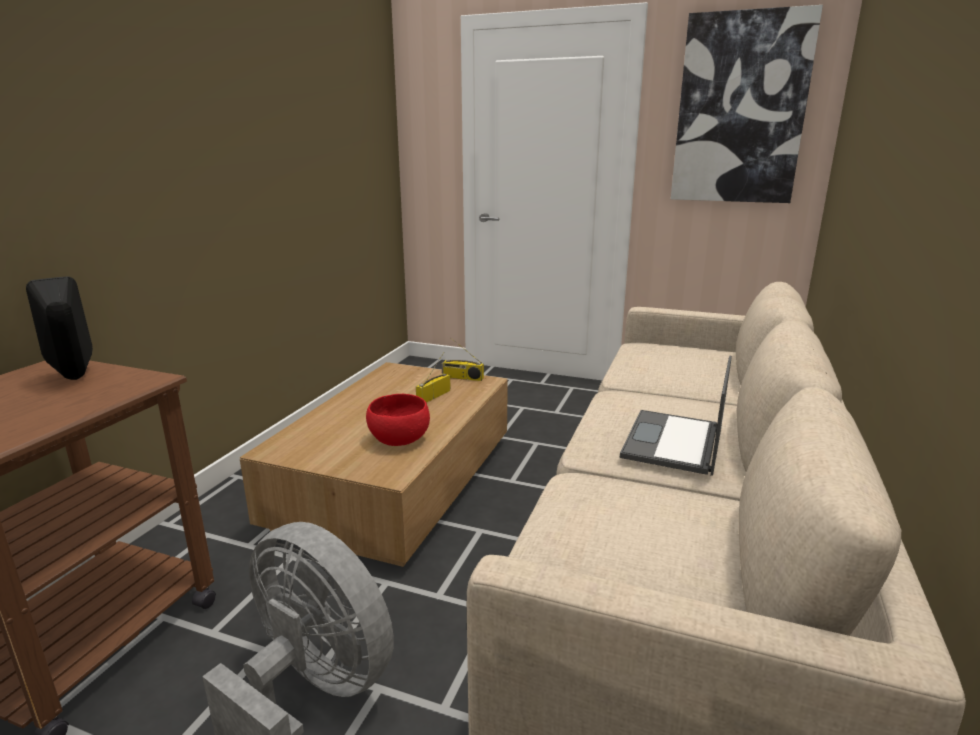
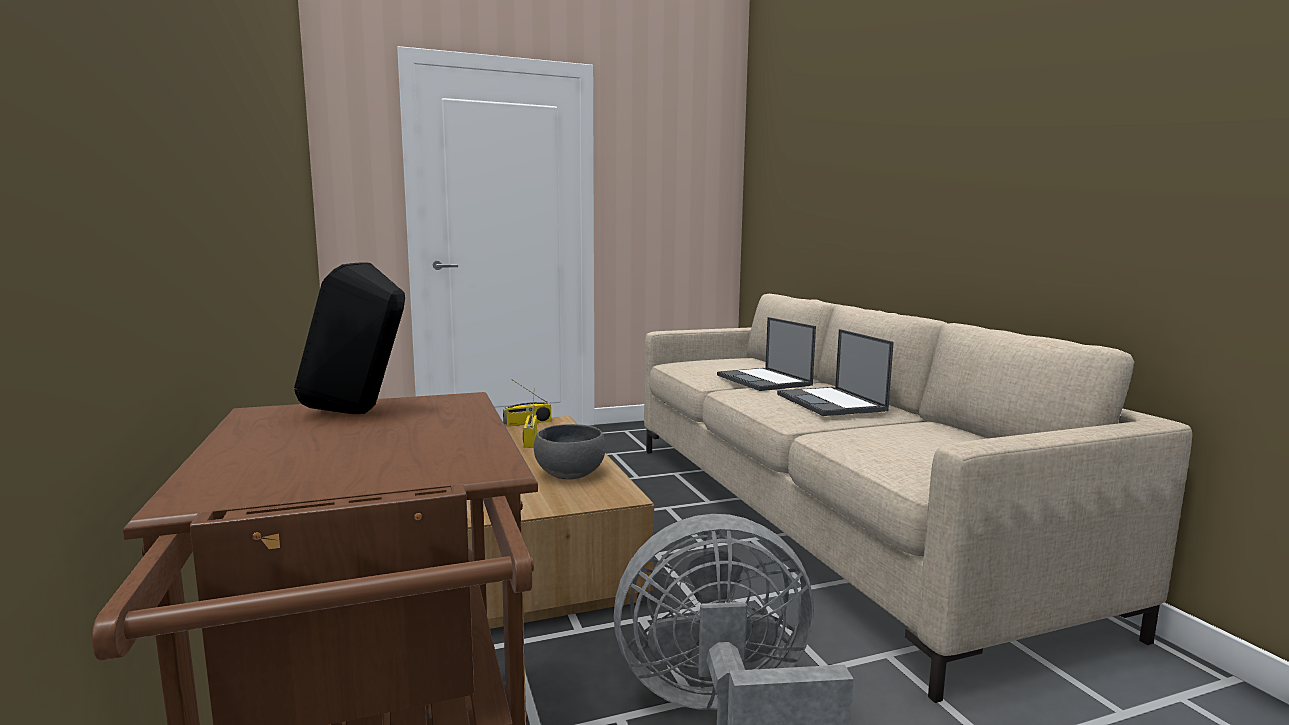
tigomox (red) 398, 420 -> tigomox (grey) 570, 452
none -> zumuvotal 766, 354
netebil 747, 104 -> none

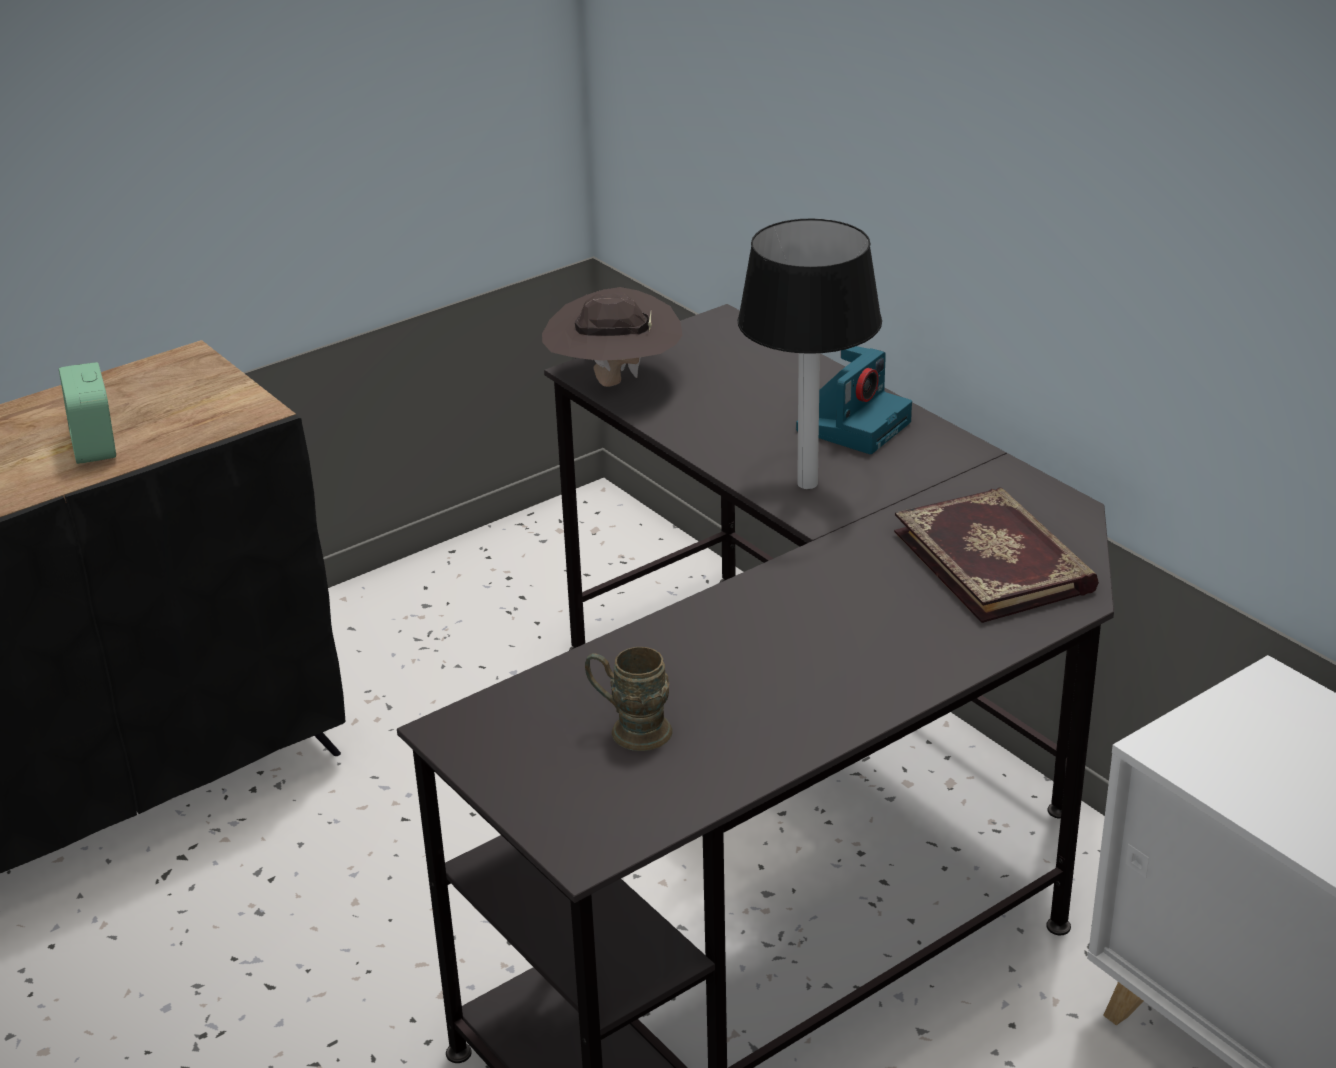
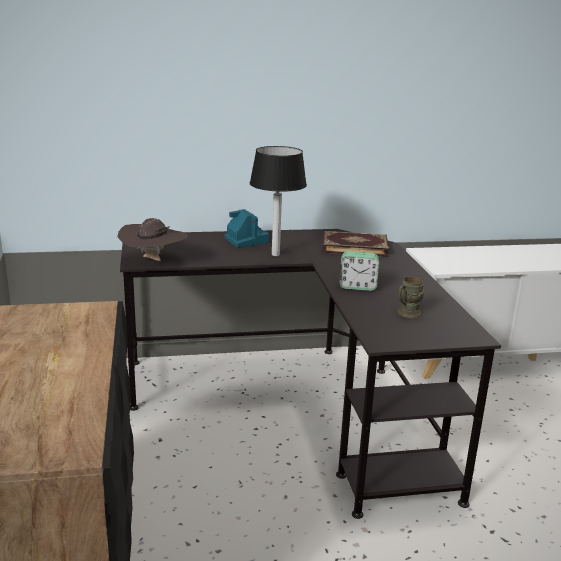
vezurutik 87, 413 -> vezurutik 359, 271, move

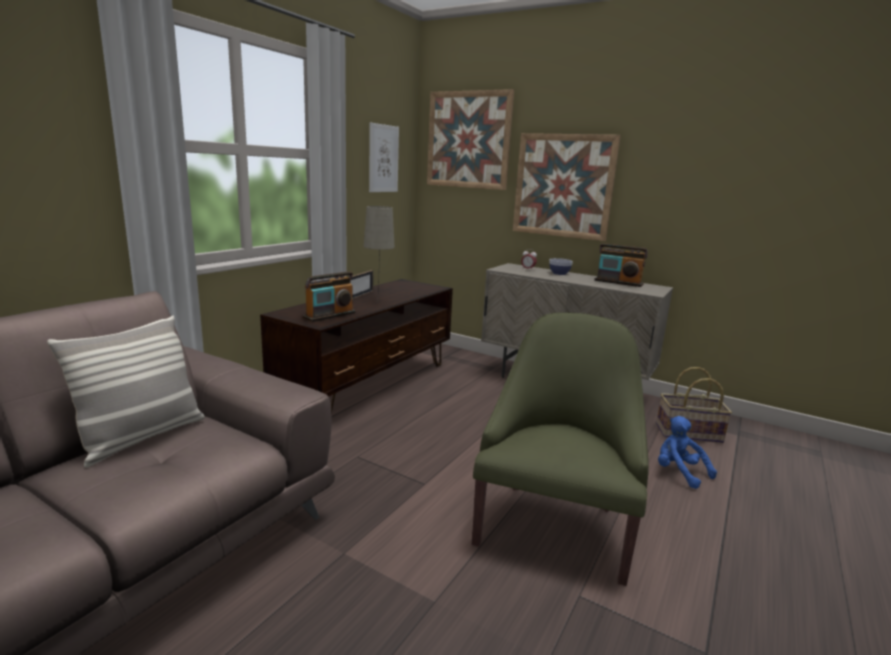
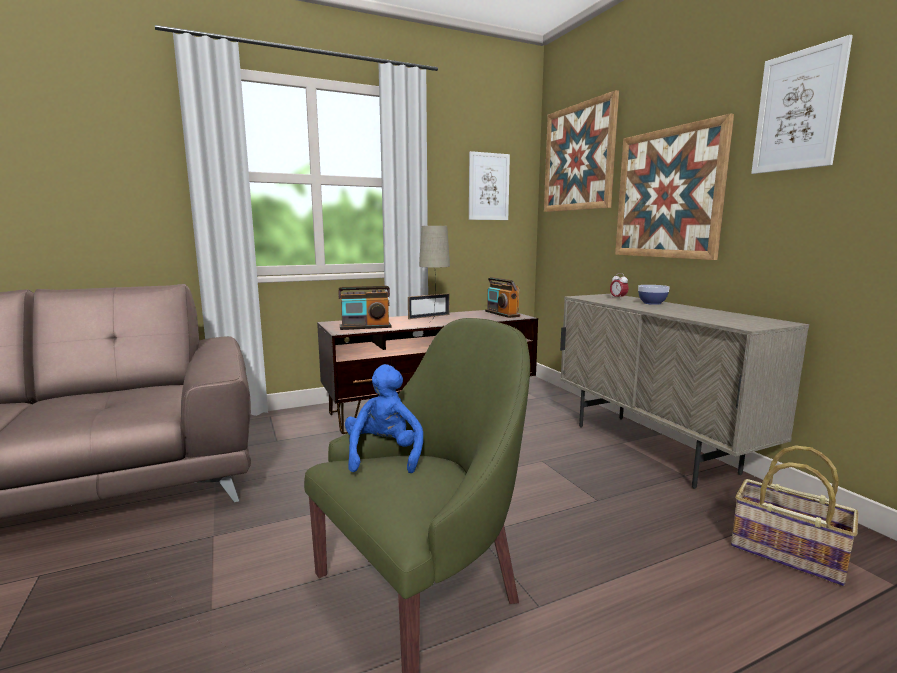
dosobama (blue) 687, 452 -> dosobama (blue) 384, 418, move
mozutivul 621, 265 -> mozutivul 502, 297, move
none -> netebil 802, 104
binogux 126, 392 -> none

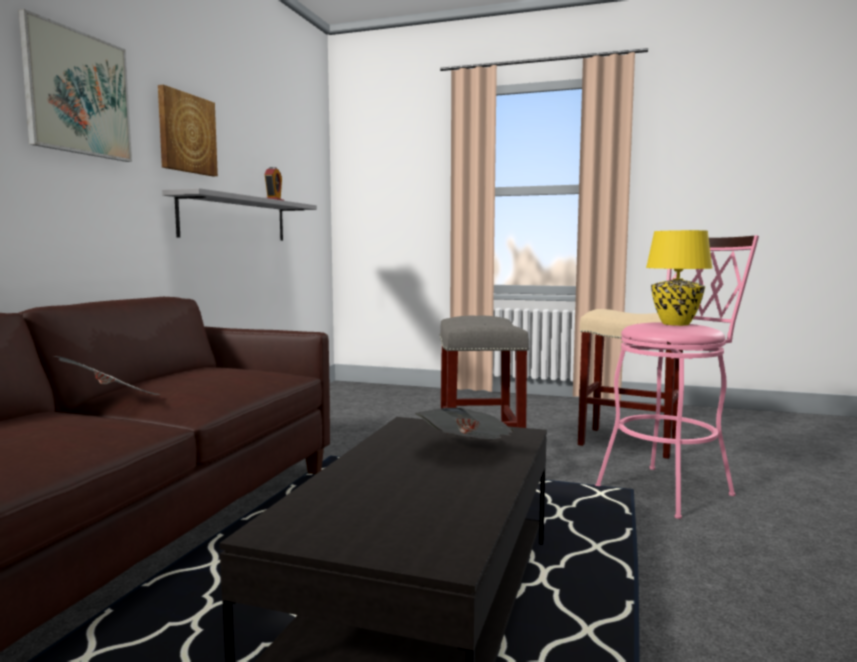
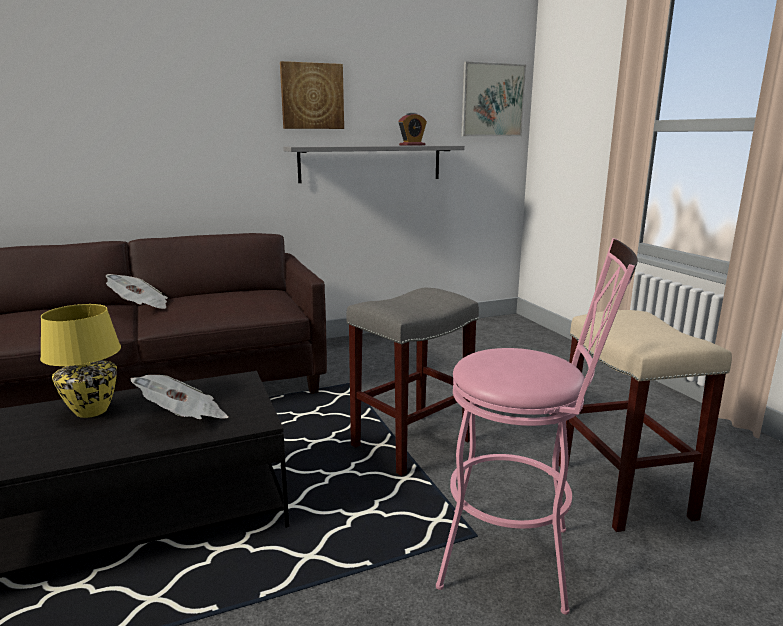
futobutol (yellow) 679, 278 -> futobutol (yellow) 80, 361, move
netebil 75, 85 -> netebil 493, 99, move

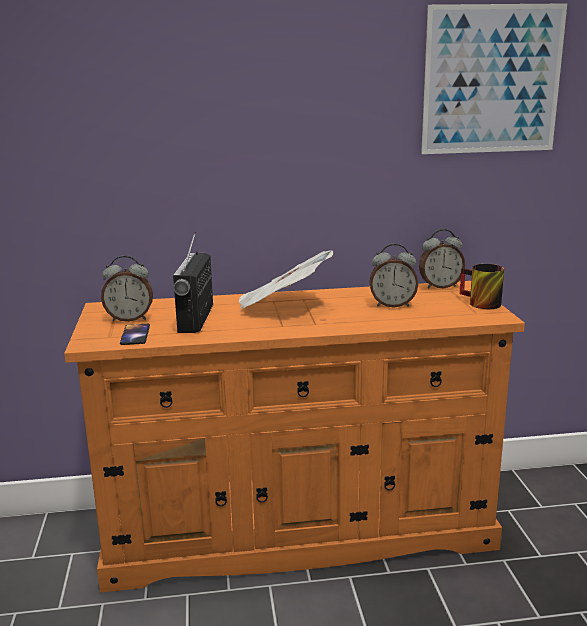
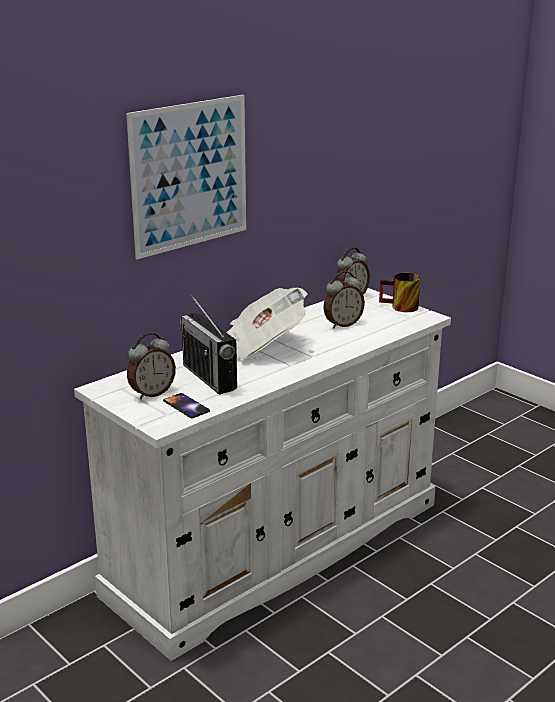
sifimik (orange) 294, 437 -> sifimik (white) 262, 474
netebil 494, 78 -> netebil 186, 177, move

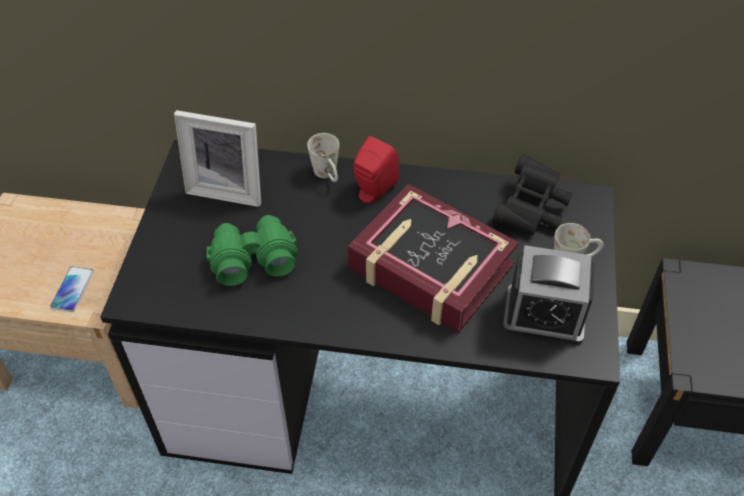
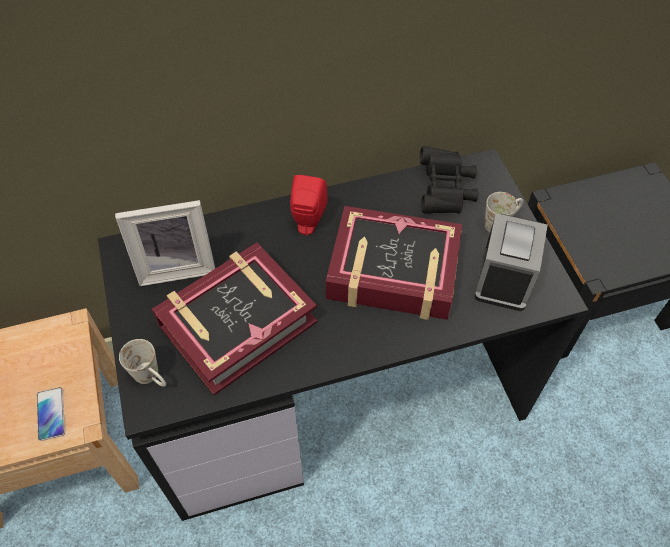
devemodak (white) 323, 157 -> devemodak (white) 142, 363, move
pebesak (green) 252, 250 -> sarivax 235, 319
vezurutik 548, 295 -> vezurutik 511, 262, 60 degrees counterclockwise

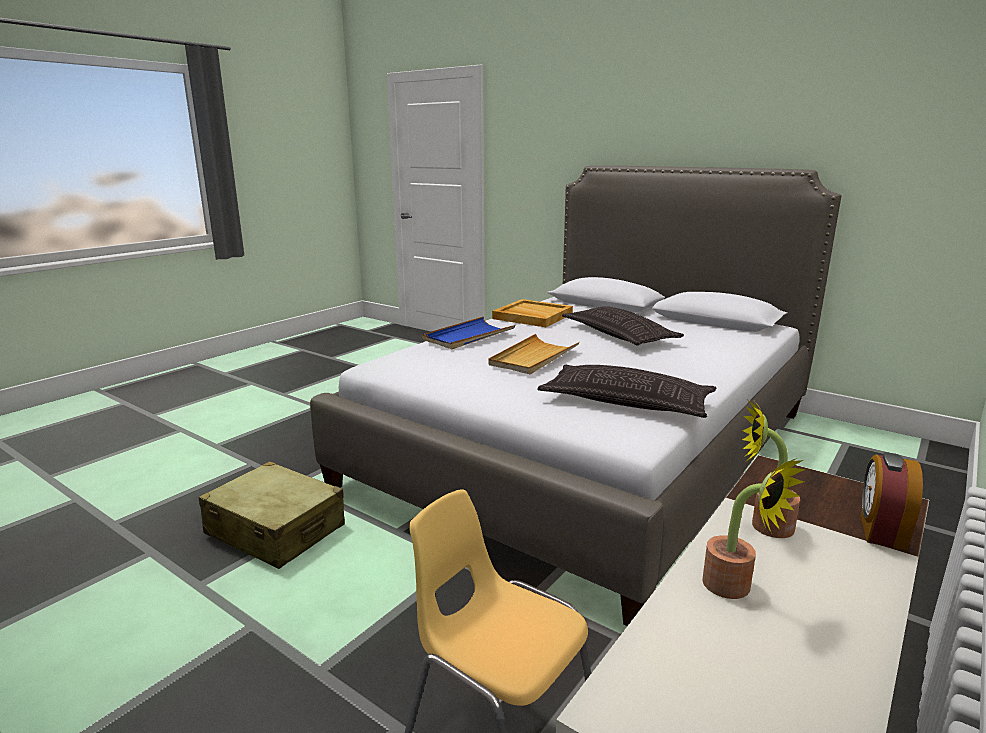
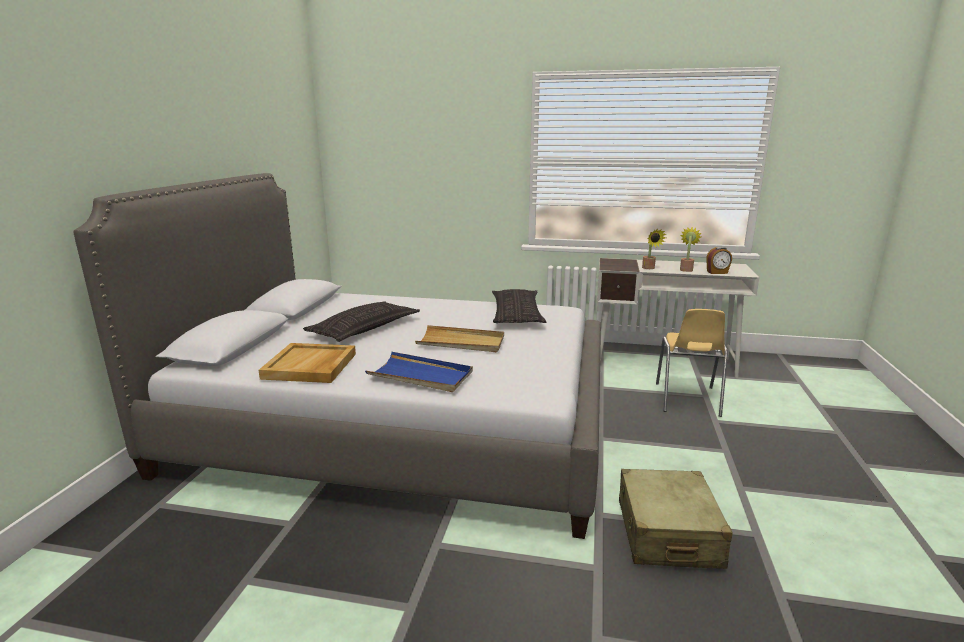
vezurutik 892, 501 -> vezurutik 719, 260, move

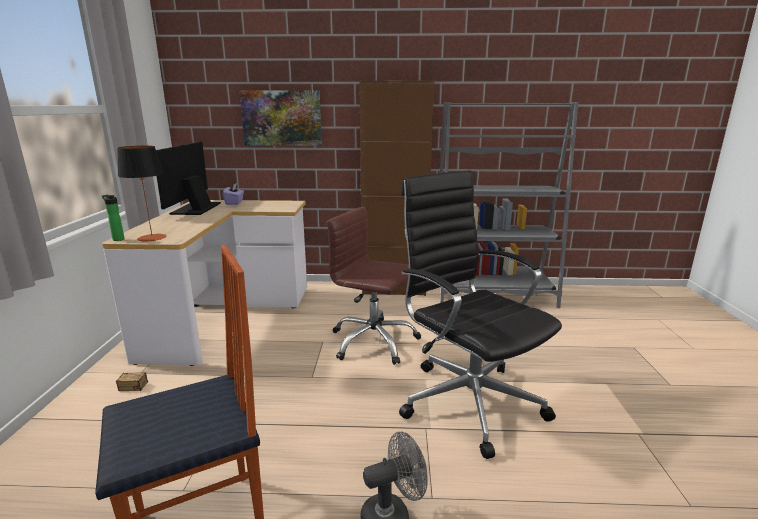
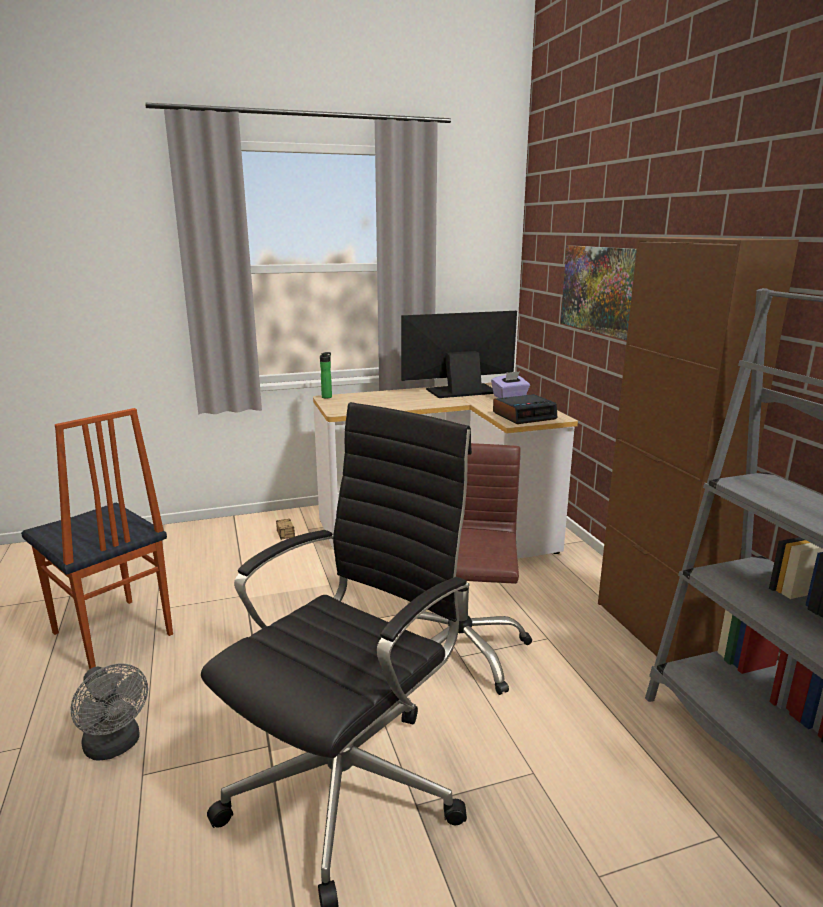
none -> vezurutik 525, 409
futobutol 141, 193 -> none

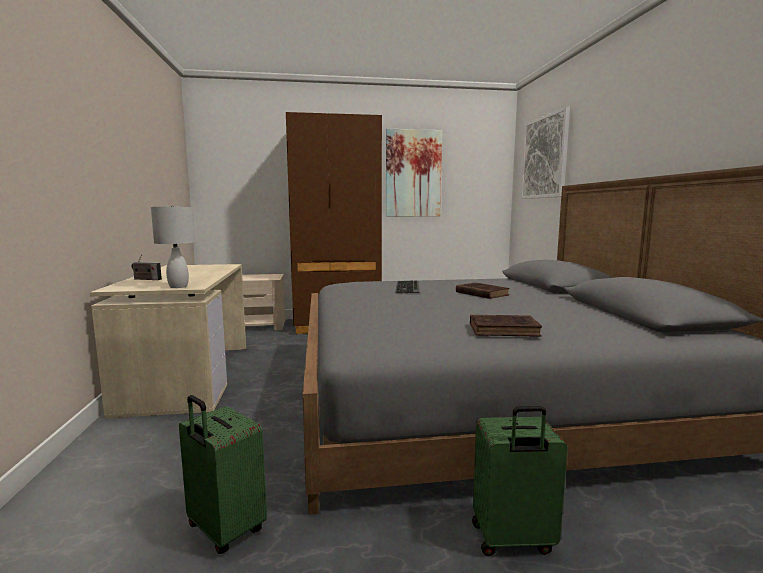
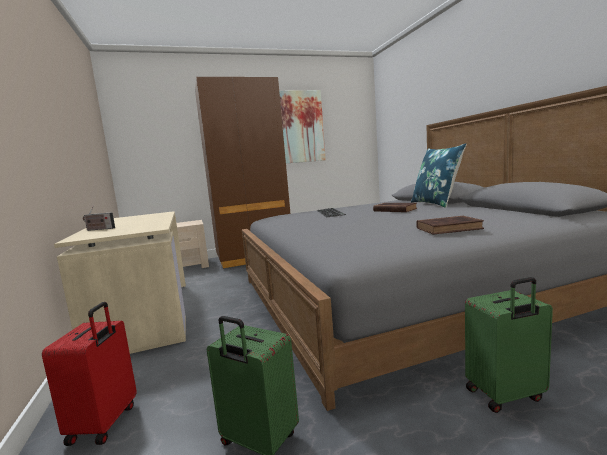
none -> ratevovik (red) 89, 374
none -> binogux (blue) 439, 176
futobutol (white) 173, 247 -> none
netebil 545, 152 -> none

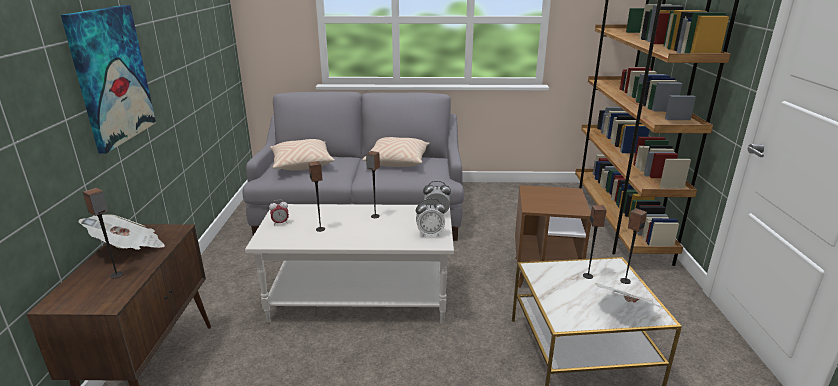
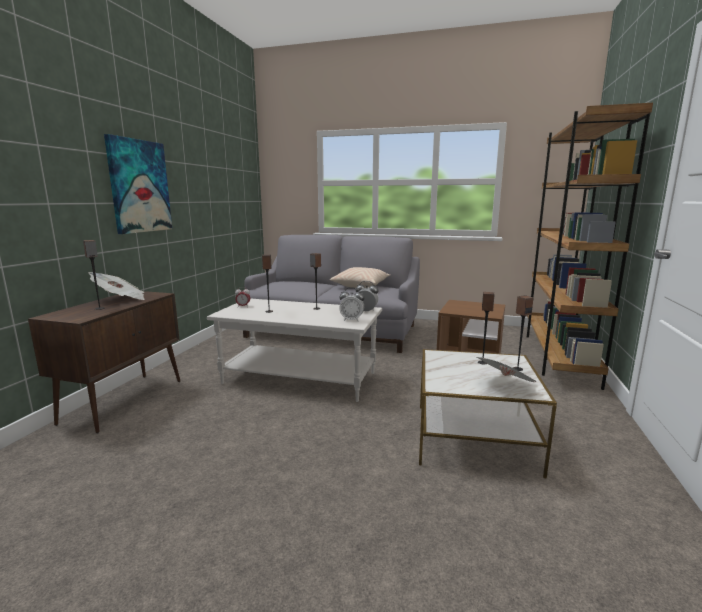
binogux (beige) 302, 154 -> none

